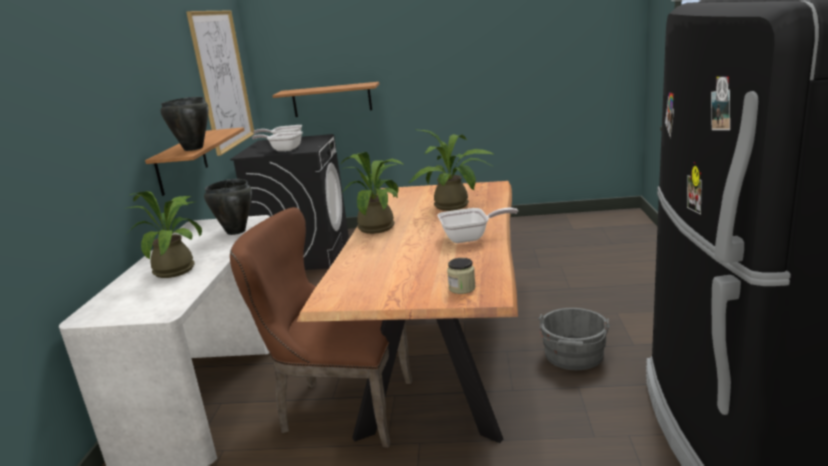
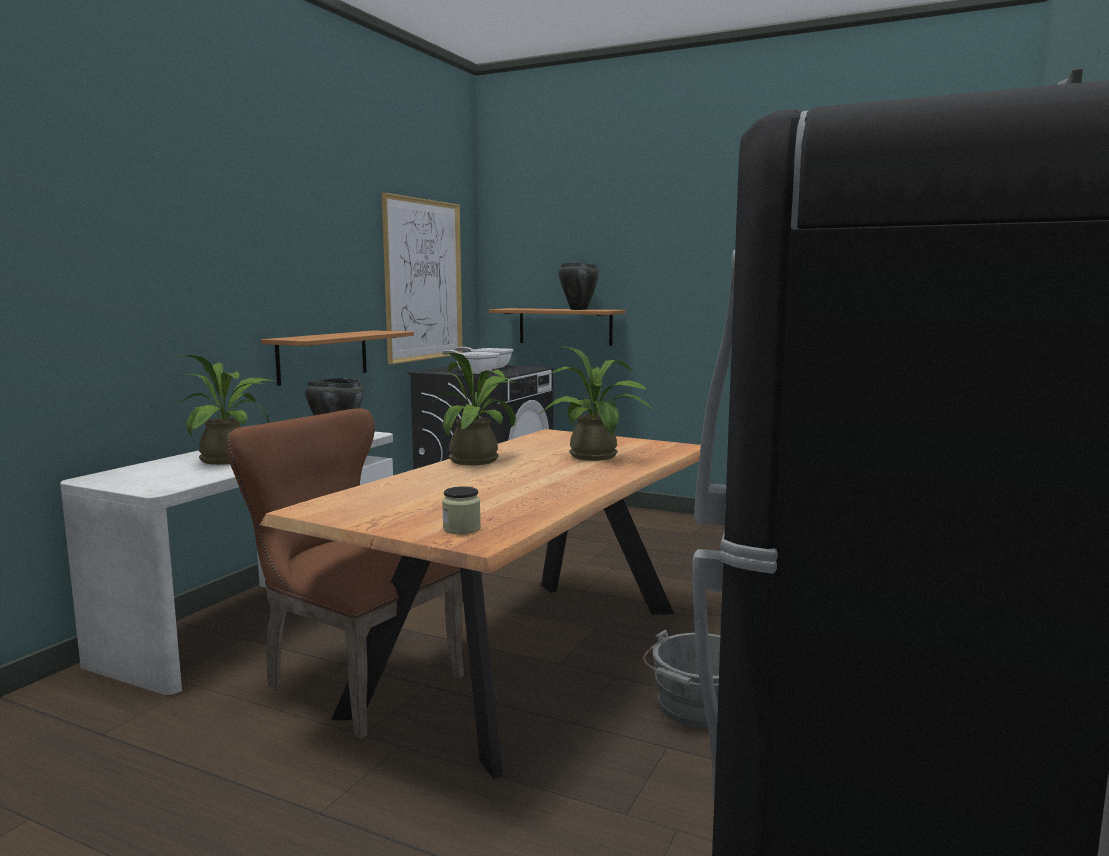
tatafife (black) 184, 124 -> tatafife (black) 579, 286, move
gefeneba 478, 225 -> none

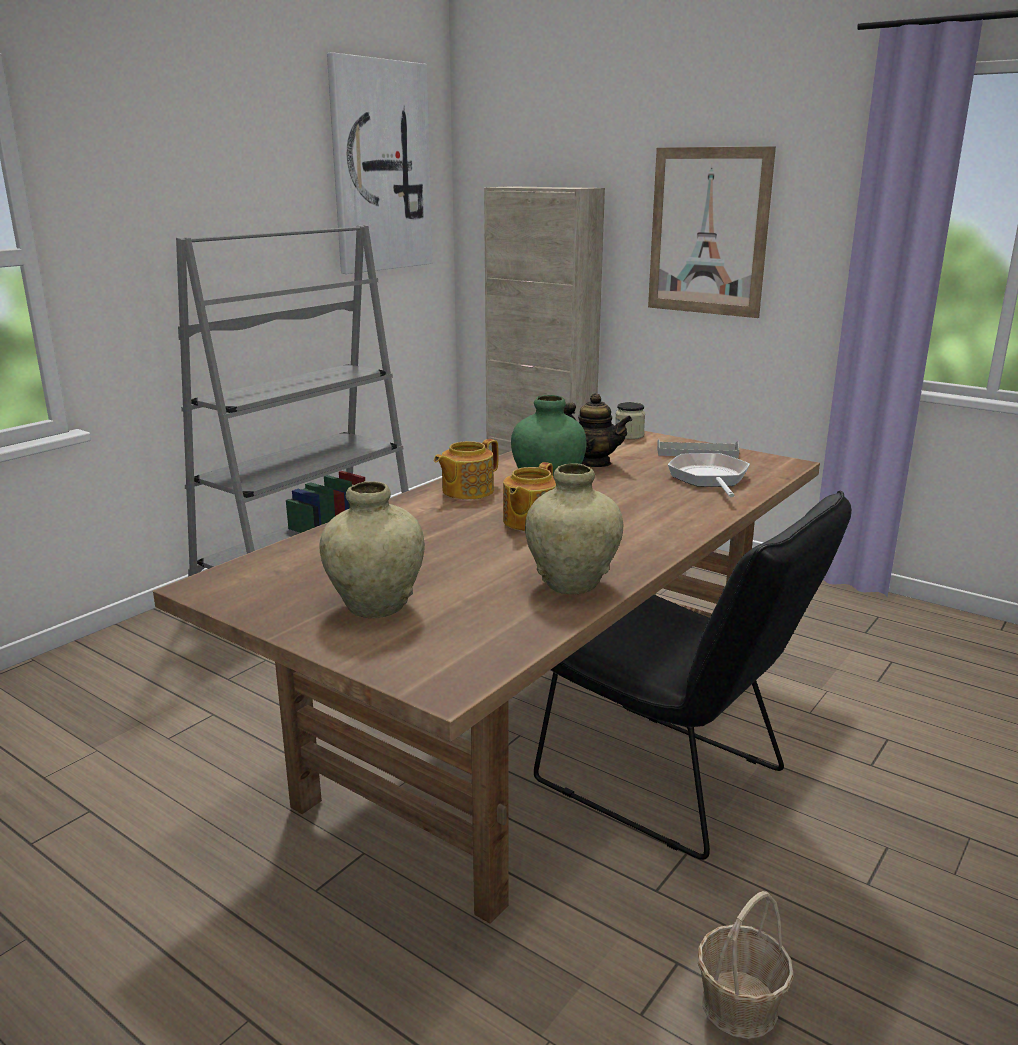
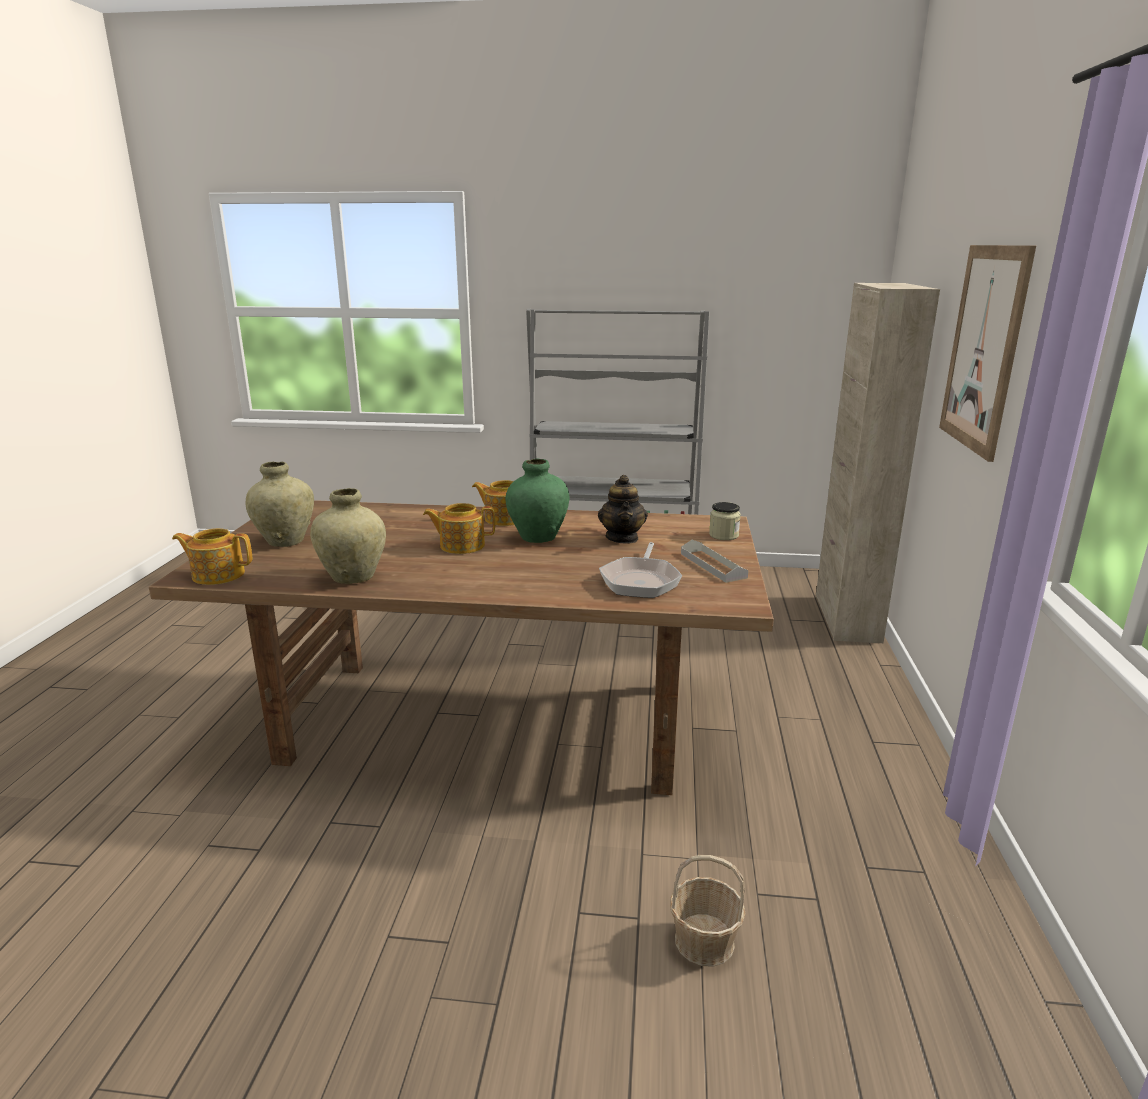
none -> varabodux 212, 556
gefeneba 709, 475 -> gefeneba 640, 570, 135 degrees clockwise
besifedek 746, 965 -> besifedek 707, 911, move
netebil 380, 163 -> none
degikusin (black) 693, 675 -> none

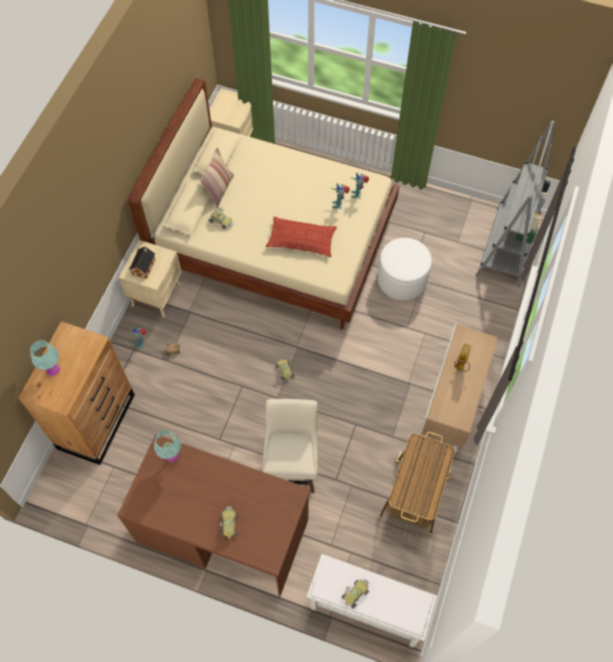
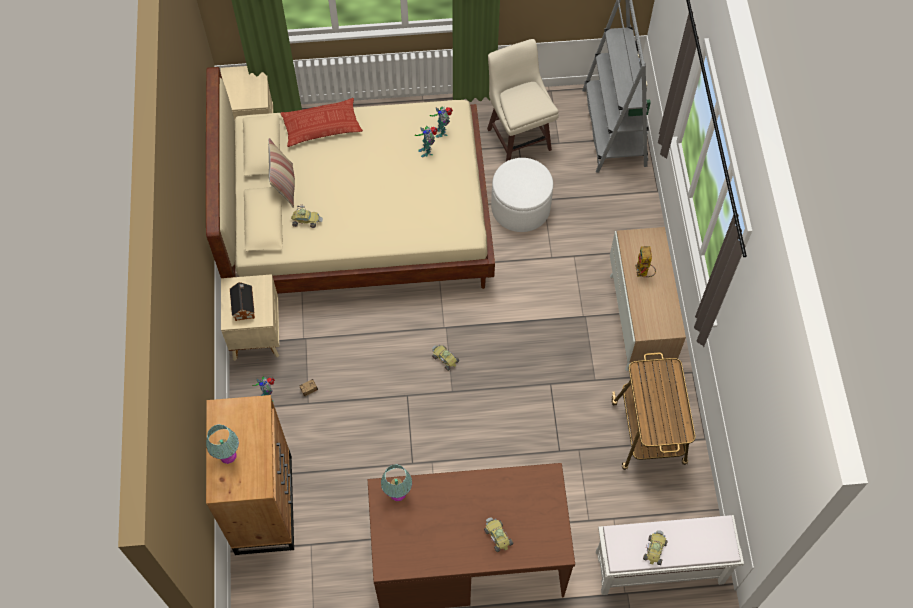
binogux 301, 237 -> binogux 322, 122, move
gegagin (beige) 290, 446 -> gegagin (beige) 523, 100, move

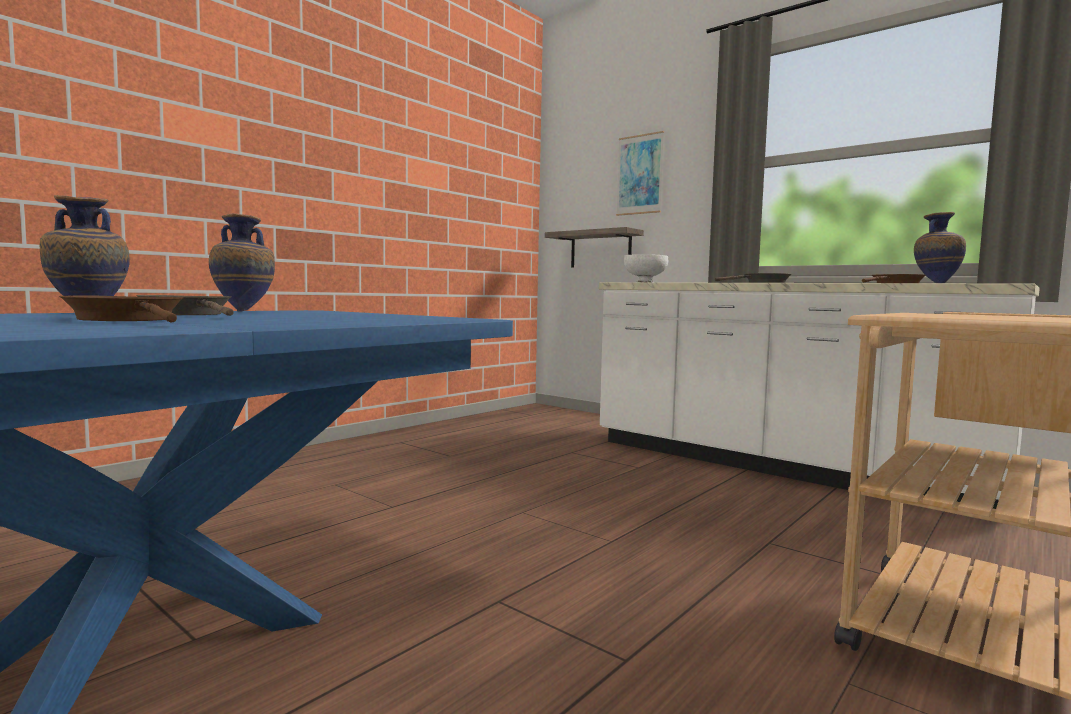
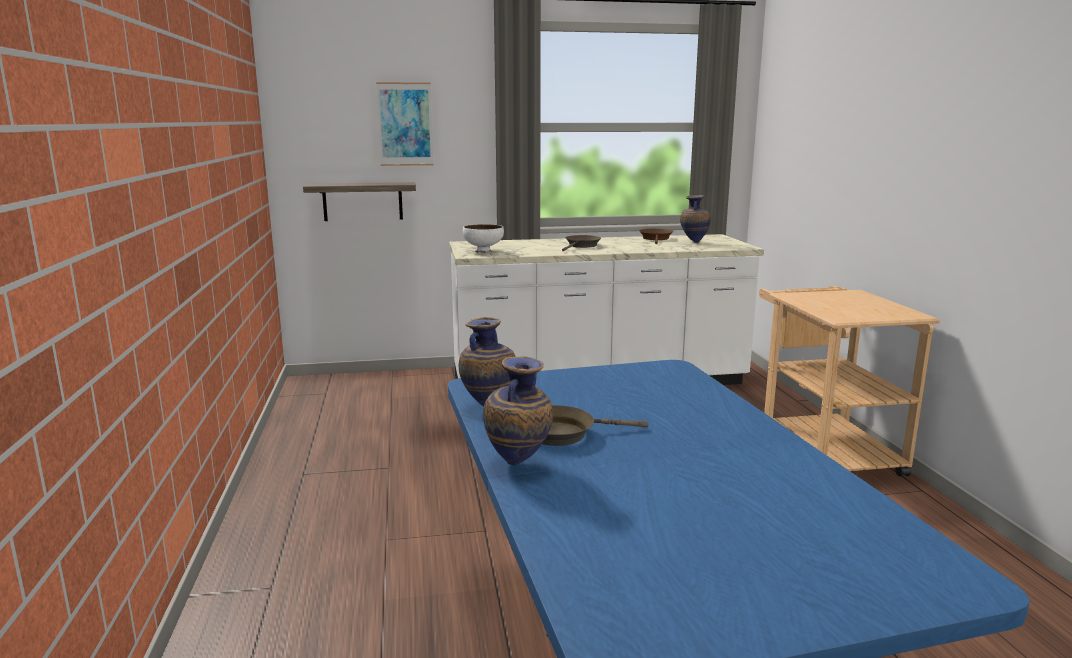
gefeneba (brown) 121, 309 -> none

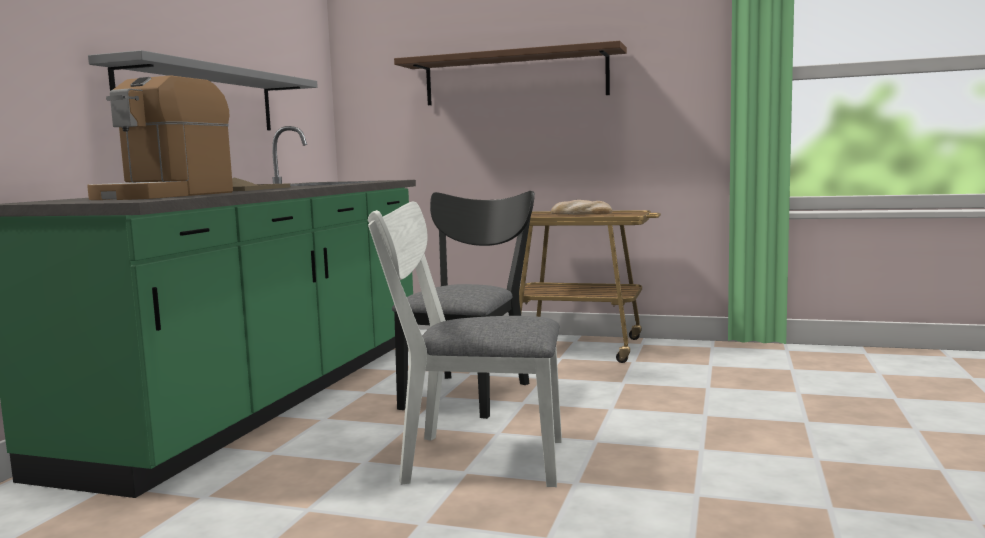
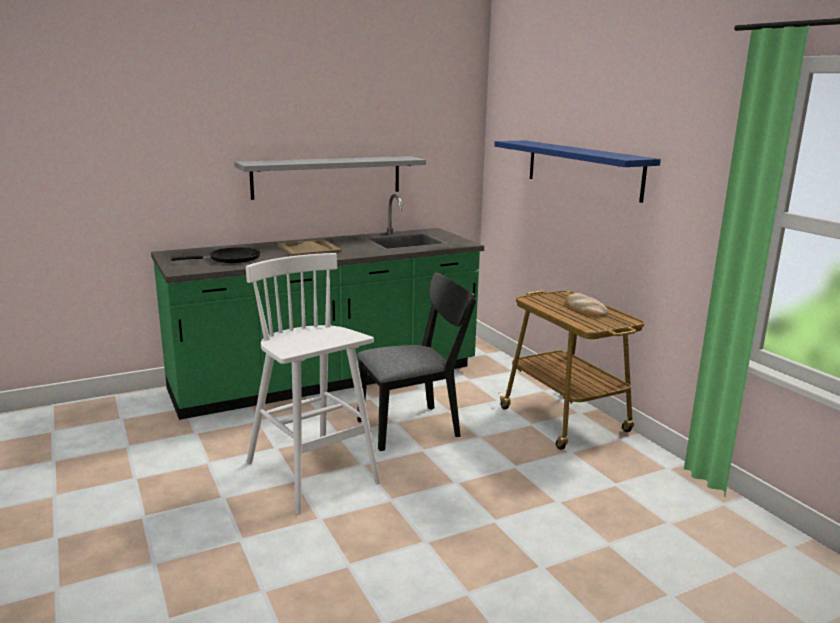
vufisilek 160, 137 -> gefeneba (black) 215, 255
degikusin (white) 465, 344 -> gegagin (white) 313, 383
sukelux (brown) 510, 73 -> sukelux (blue) 577, 172

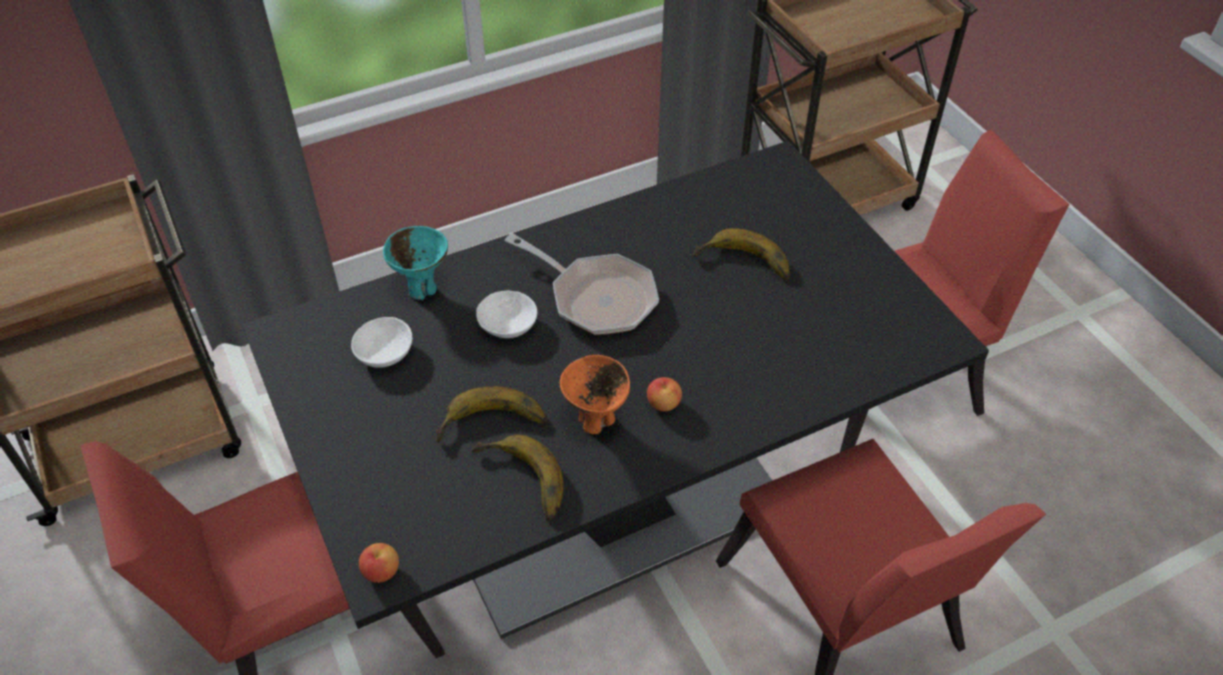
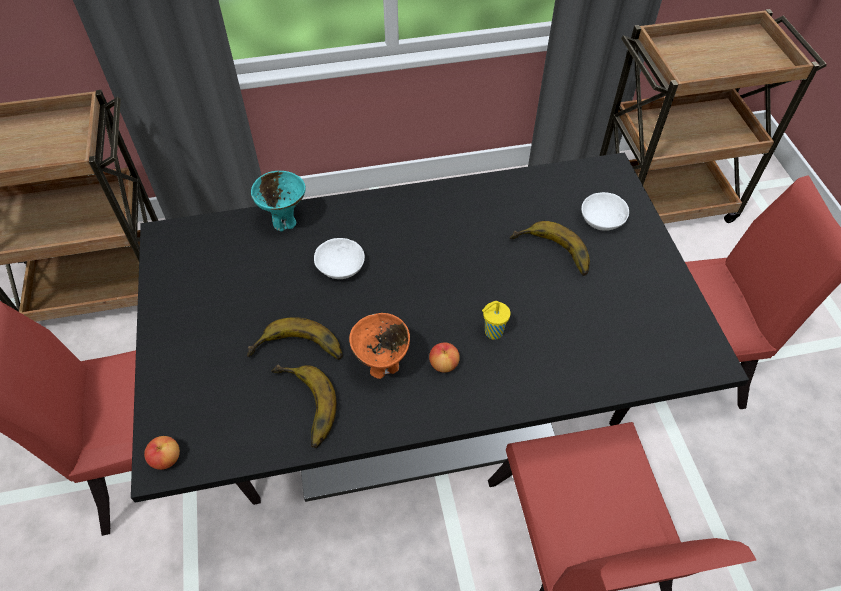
none -> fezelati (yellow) 496, 320
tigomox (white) 381, 342 -> tigomox (white) 605, 211, move
gefeneba 582, 284 -> none

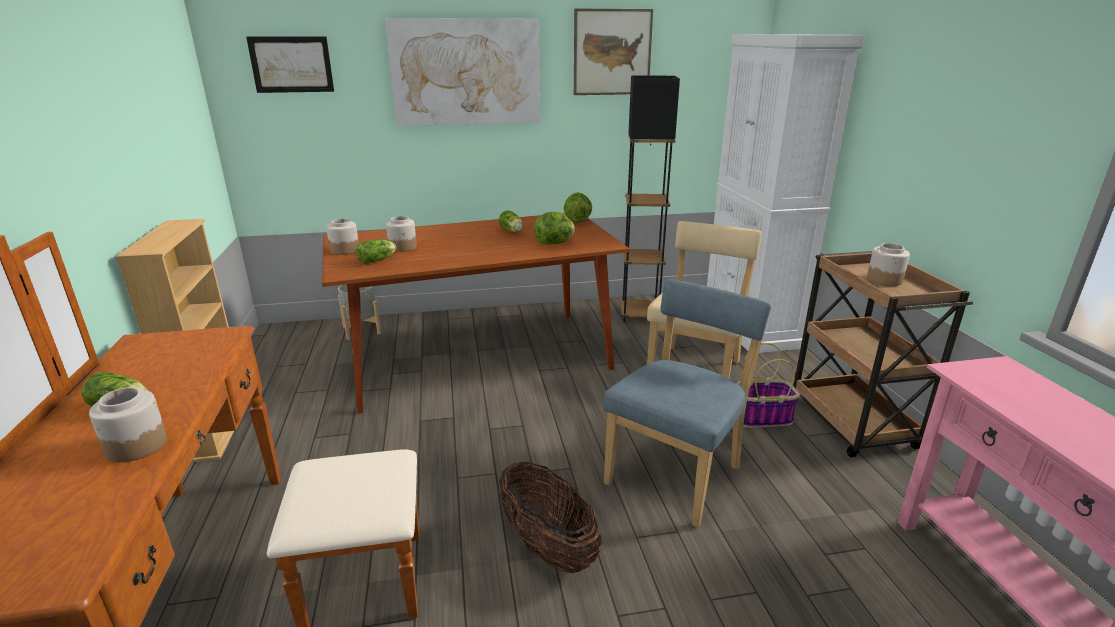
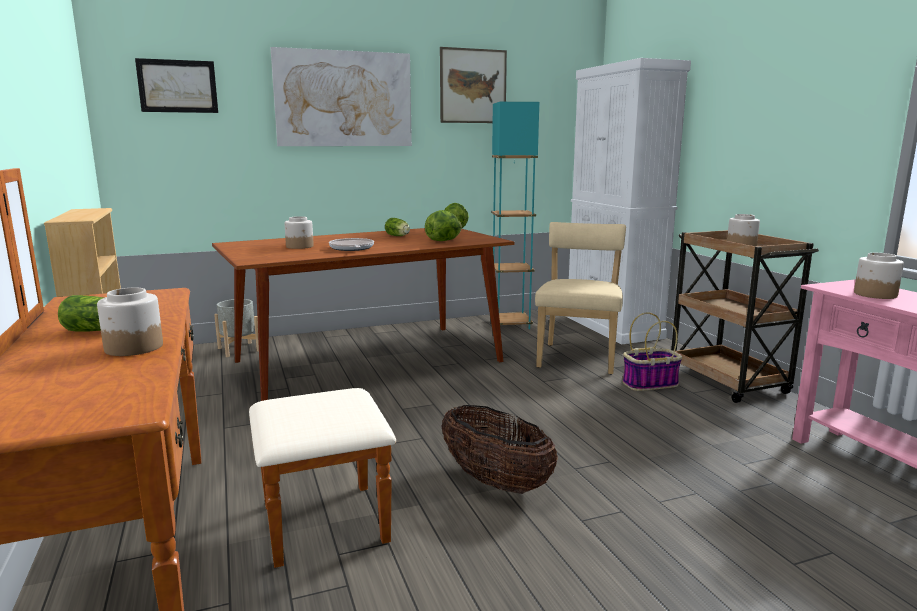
none -> gefeneba 351, 244
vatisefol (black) 650, 198 -> vatisefol (turquoise) 515, 215
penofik 342, 236 -> penofik 879, 276, move
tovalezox 376, 252 -> none
degikusin (blue) 687, 403 -> none

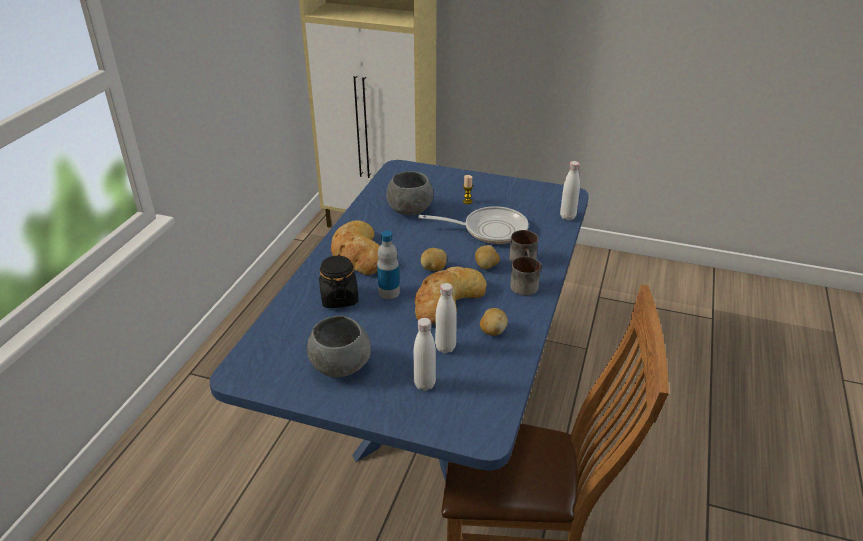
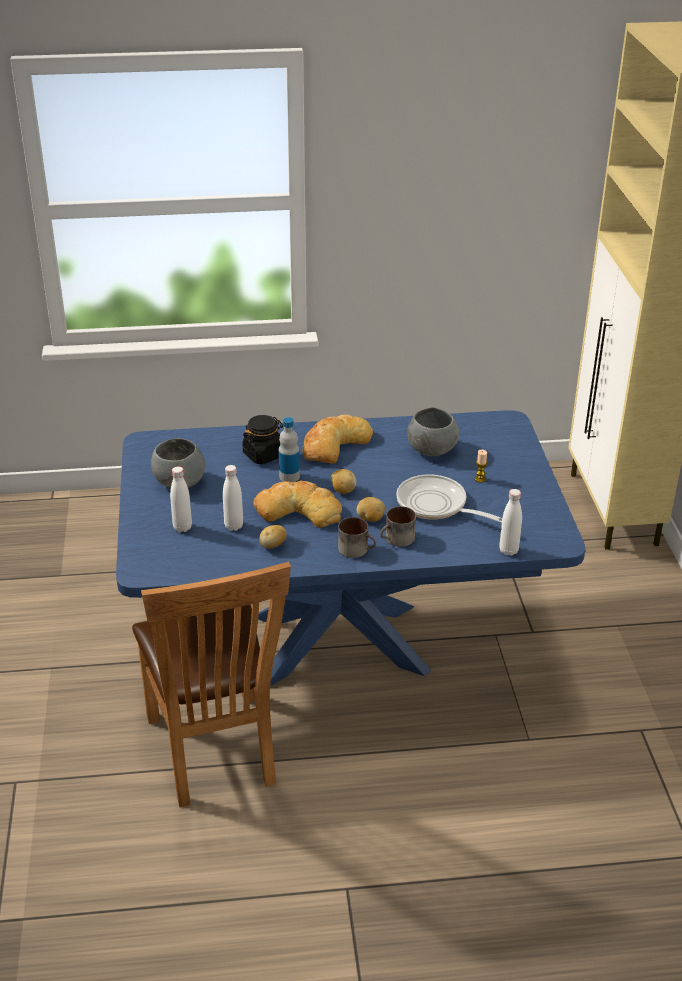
gefeneba 474, 225 -> gefeneba 449, 498, 150 degrees clockwise

